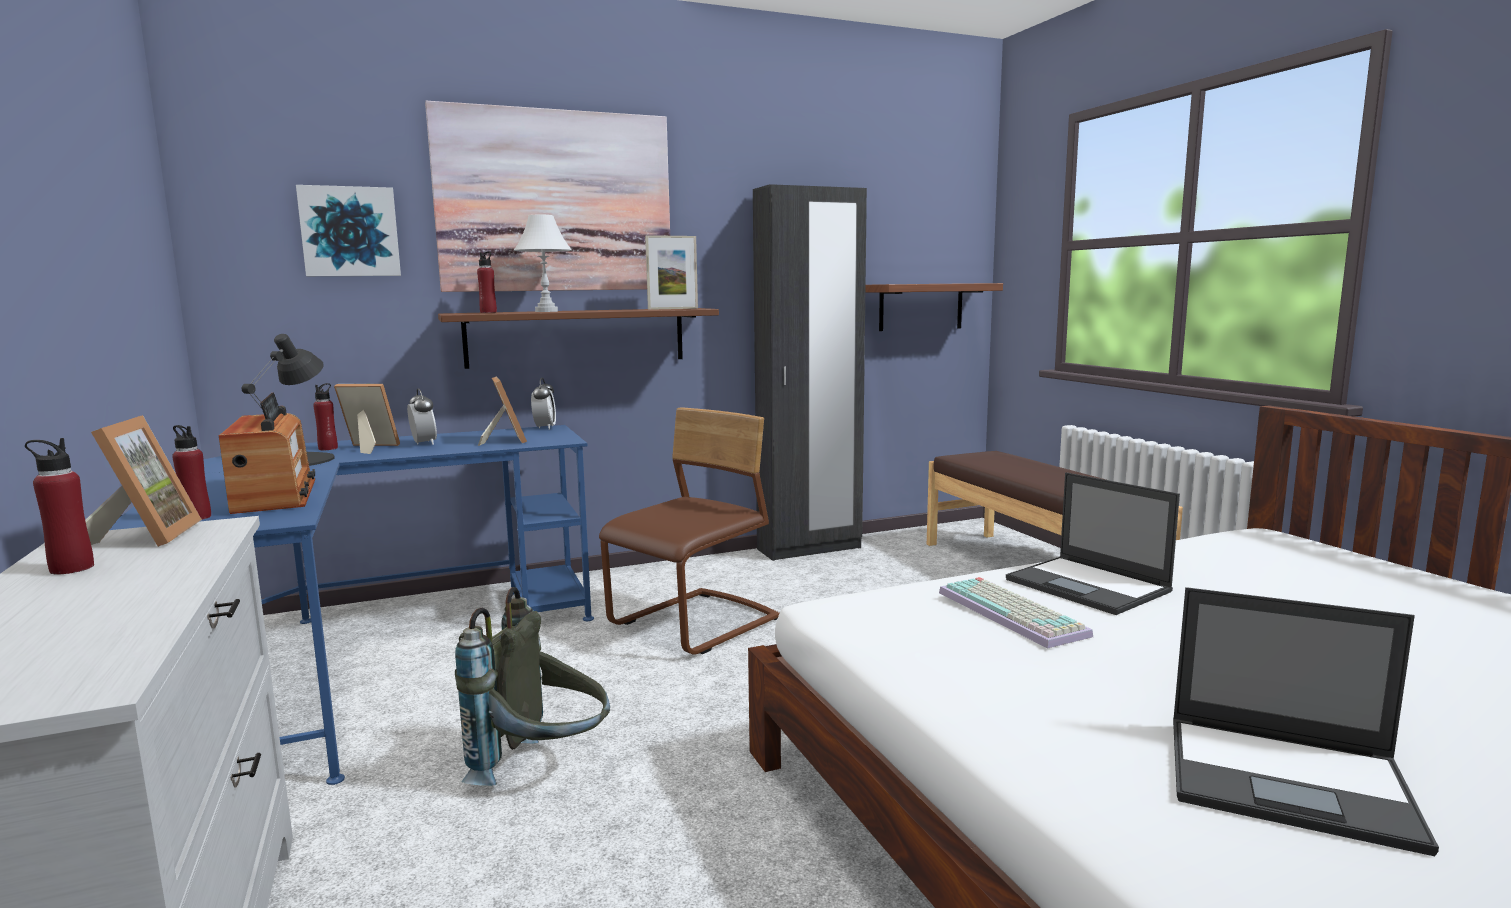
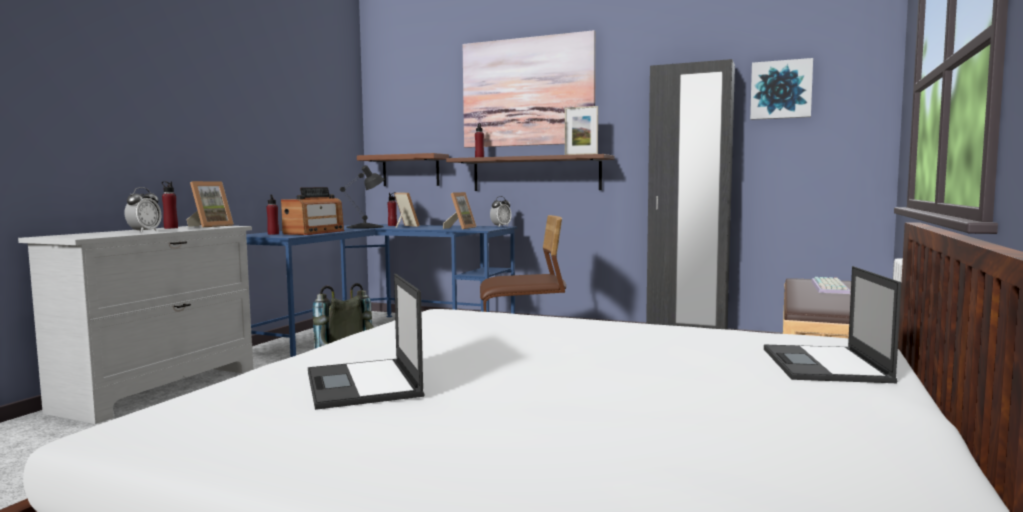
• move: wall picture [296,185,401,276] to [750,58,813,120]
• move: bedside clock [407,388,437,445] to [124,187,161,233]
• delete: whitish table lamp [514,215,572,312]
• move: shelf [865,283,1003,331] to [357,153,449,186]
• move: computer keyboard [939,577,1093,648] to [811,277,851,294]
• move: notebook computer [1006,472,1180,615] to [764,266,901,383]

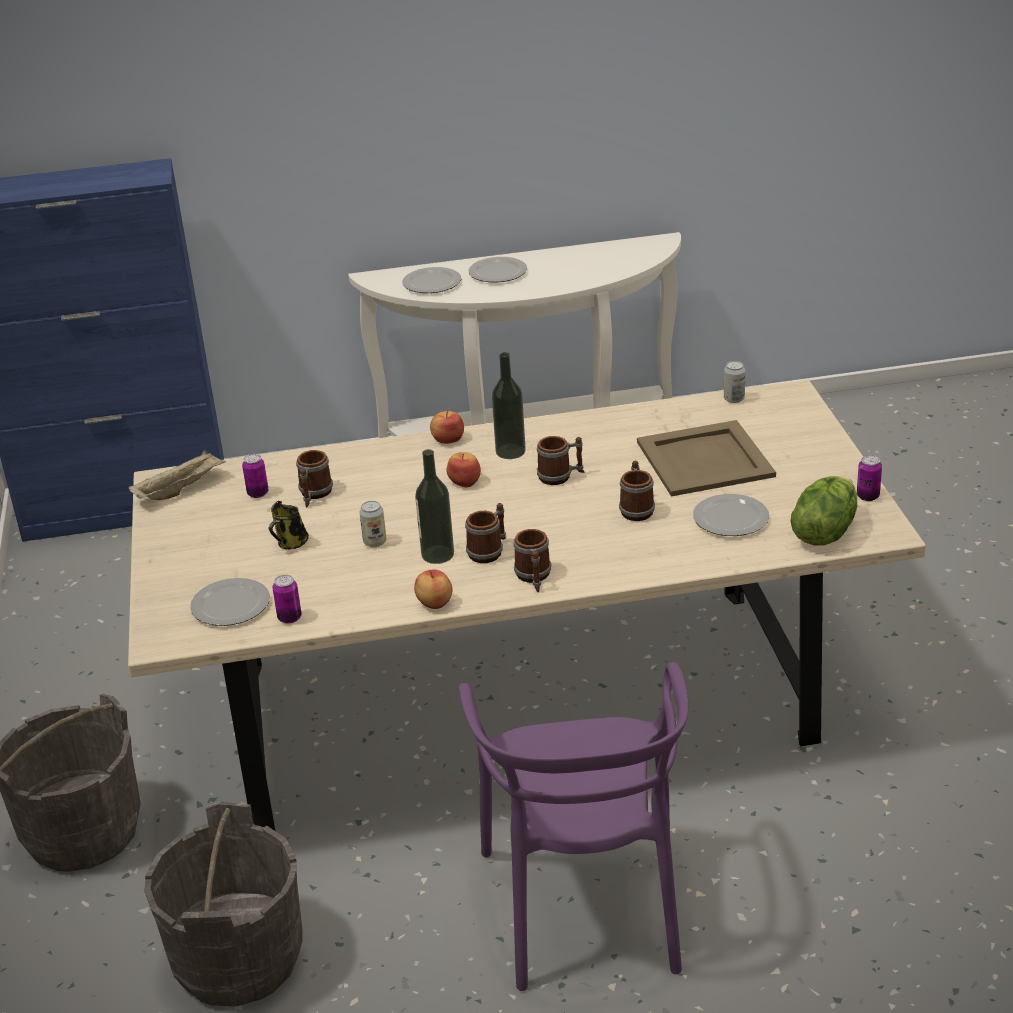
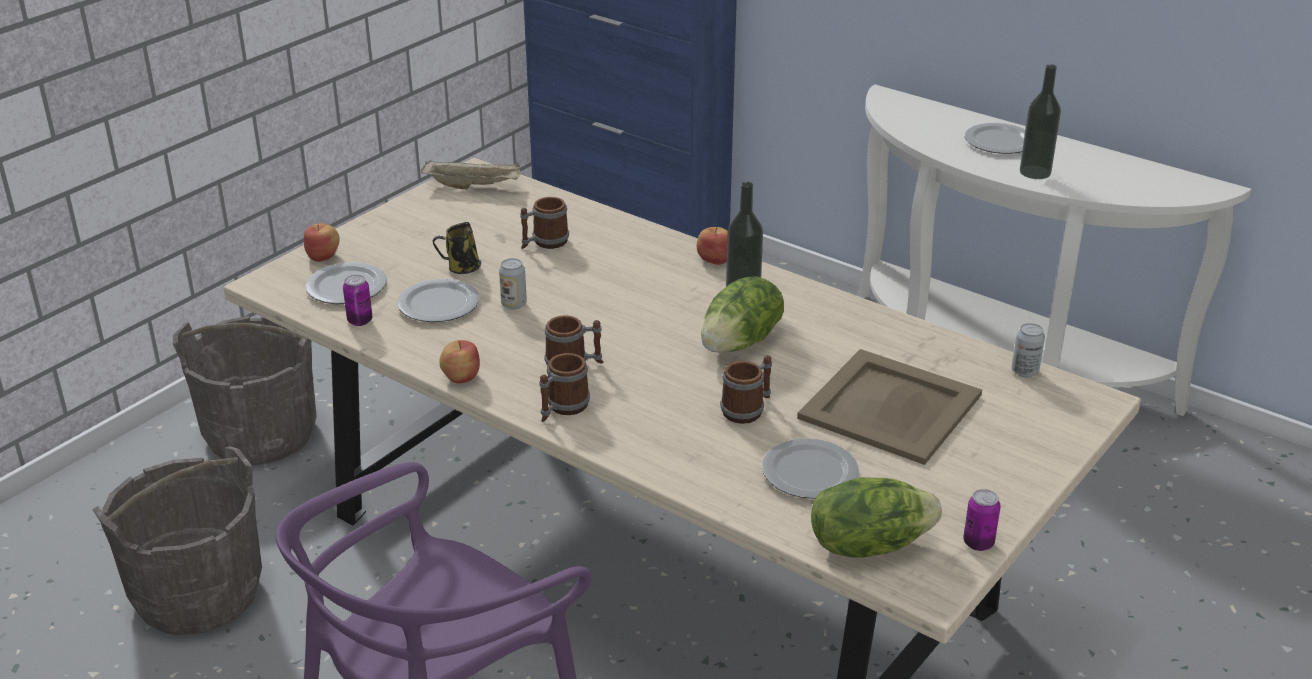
• delete: can [242,454,268,498]
• move: dinner plate [402,267,461,293] to [397,279,480,322]
• move: bottle [415,449,454,564] to [1020,64,1061,179]
• move: whole apple [447,452,481,487] to [304,223,340,262]
• replace: tea mug [537,436,584,485] to lettuce [701,276,784,353]

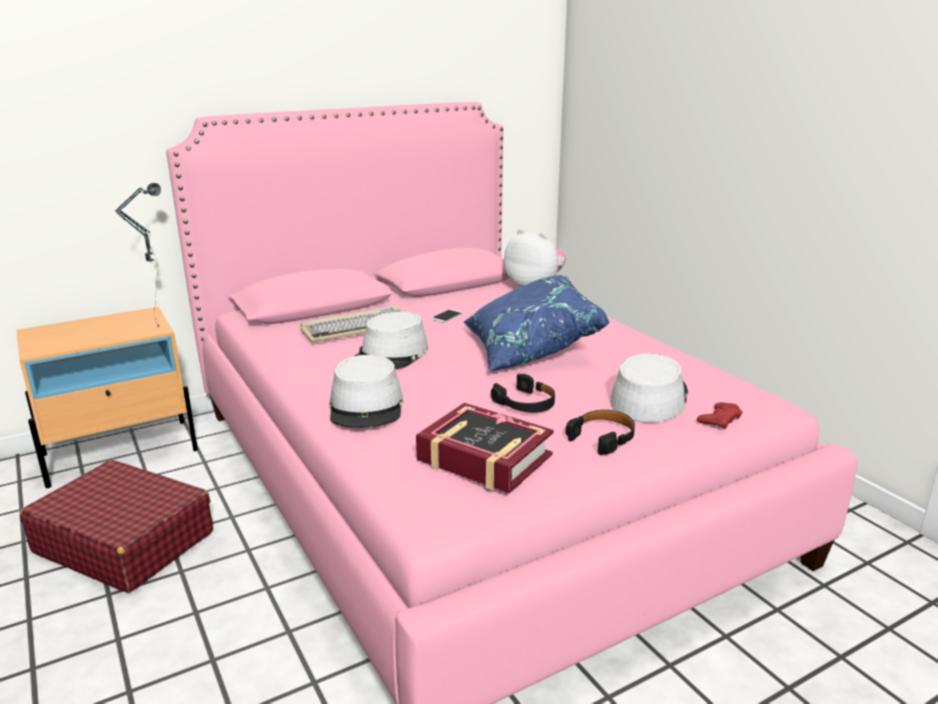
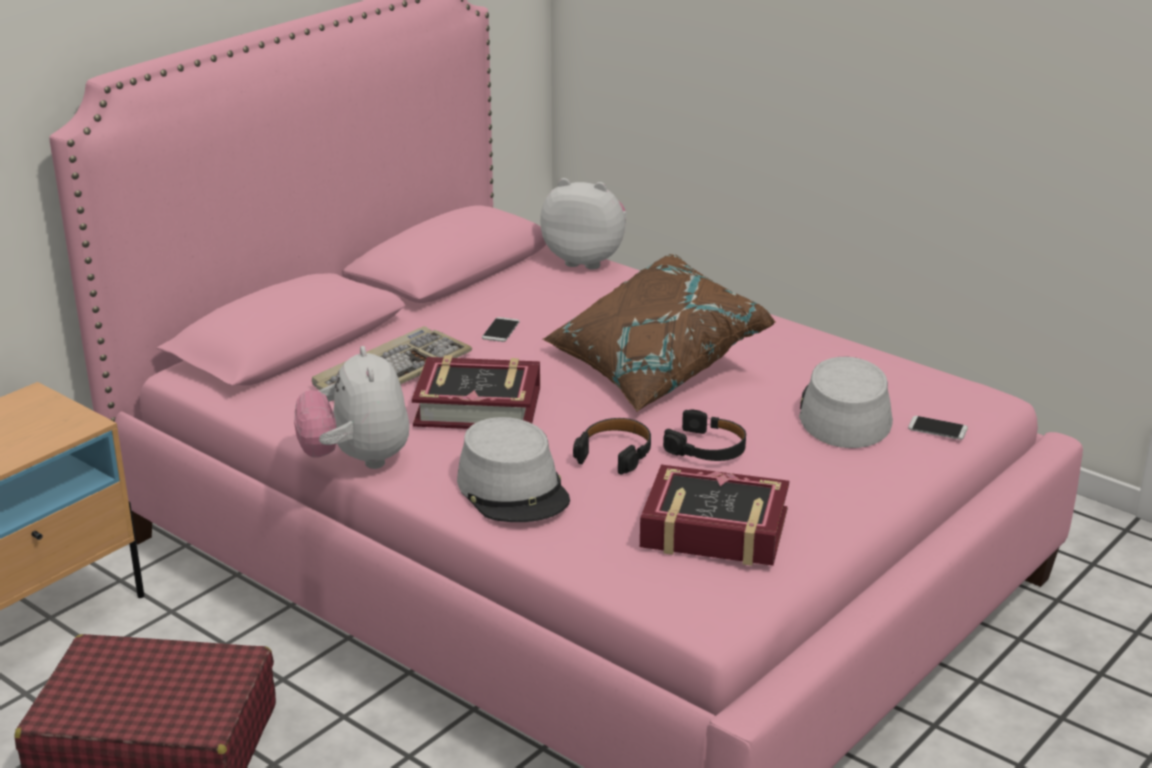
• delete: table lamp [114,183,161,327]
• replace: gray hat [354,311,428,369] to book [412,355,540,429]
• recolor: blue throw pillow [463,275,610,371] to brownish throw pillow [543,254,776,412]
• move: black pair of headphones [566,410,635,455] to [573,418,651,475]
• replace: reddish game controller [697,402,743,430] to telephone [908,416,968,440]
• insert: cuddly toy [294,346,410,469]

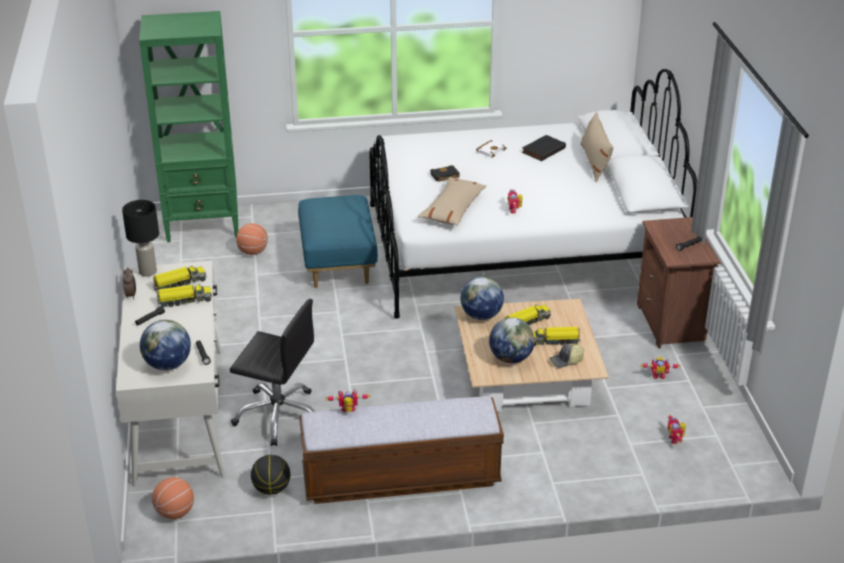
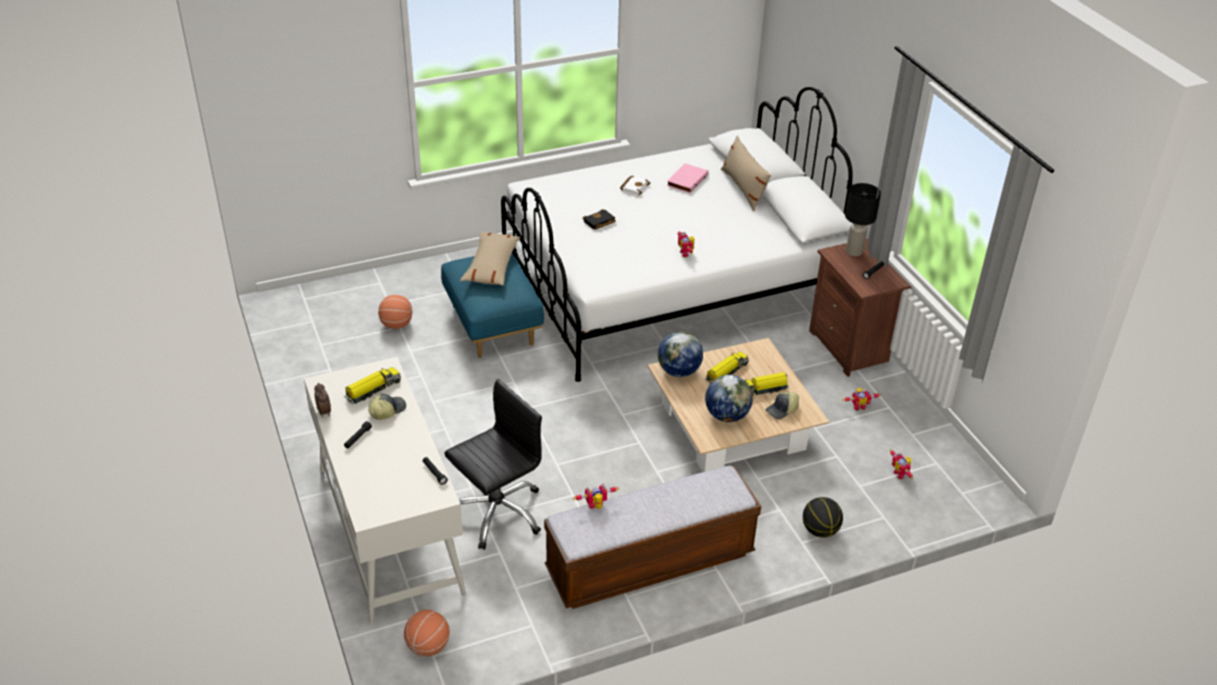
• move: black table lamp [122,200,159,277] to [845,183,881,256]
• delete: green-coloured bookshelf [139,11,239,242]
• delete: desk globe [140,320,191,370]
• replace: model truck [157,285,212,307] to cap [368,394,406,420]
• rotate: black desk chair [230,299,315,446] = [445,379,542,550] 45 degrees counterclockwise
• move: ball for basketball [251,455,290,495] to [803,497,843,537]
• move: sand-coloured throw pillow [418,177,487,226] to [460,232,521,286]
• recolor: black book [522,135,566,161] to pink book [667,163,708,194]

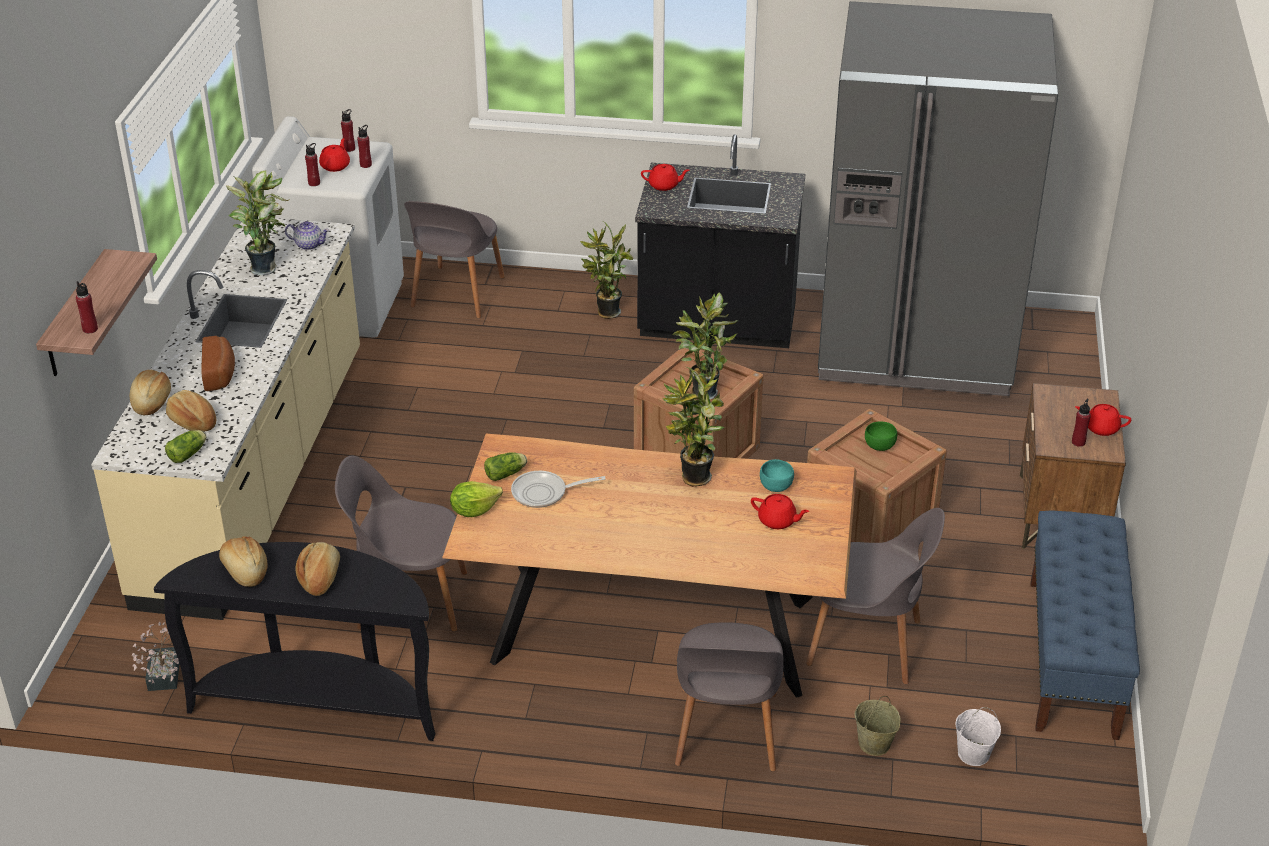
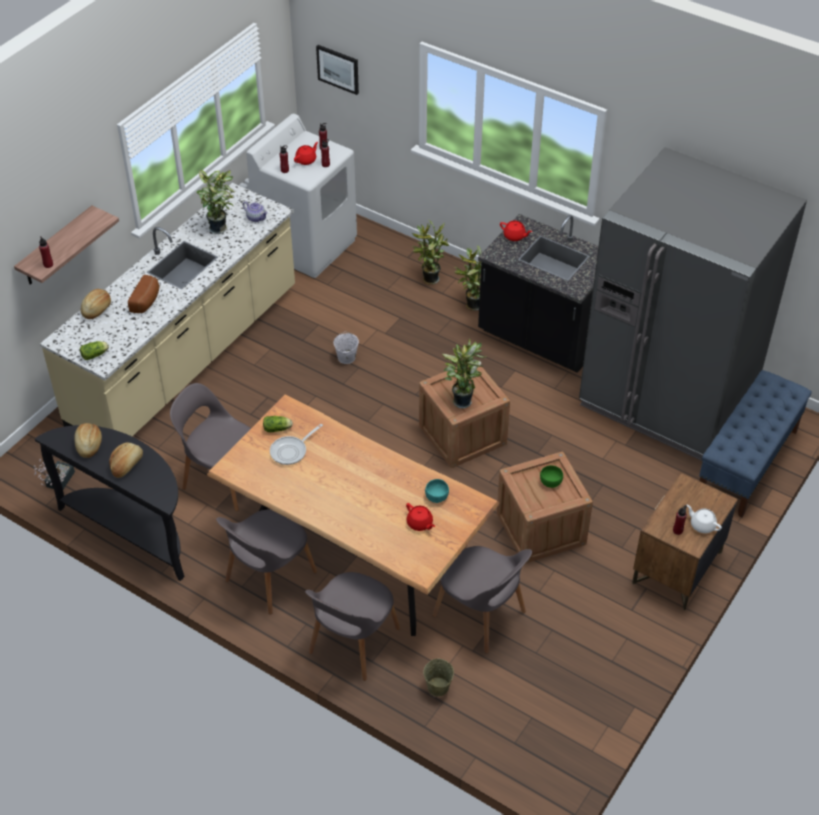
• delete: baked bread [166,390,216,432]
• move: gray plain chair [404,201,505,318] to [216,509,317,615]
• delete: lettuce [450,481,503,517]
• rotate: pan [511,471,606,508] = [270,424,323,465] 60 degrees counterclockwise
• move: plant in a pot [663,363,725,487] to [412,220,449,285]
• move: whitish pail [955,707,1001,766] to [333,331,359,364]
• move: blue indoor bench [1030,511,1140,740] to [699,370,812,518]
• recolor: reddish tea pot [1075,404,1131,436] to whitish tea pot [687,504,722,533]
• insert: wall picture [316,45,359,95]

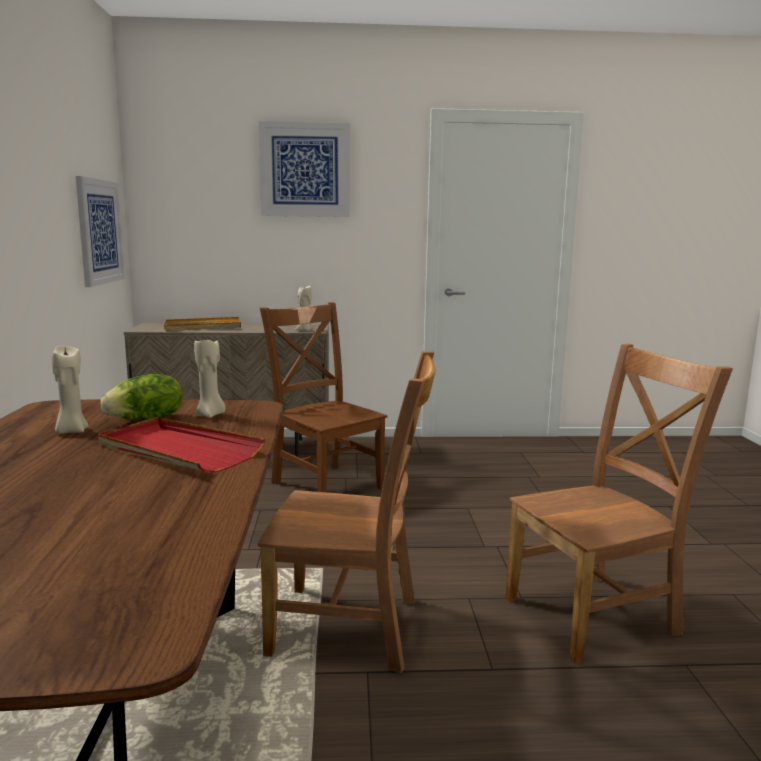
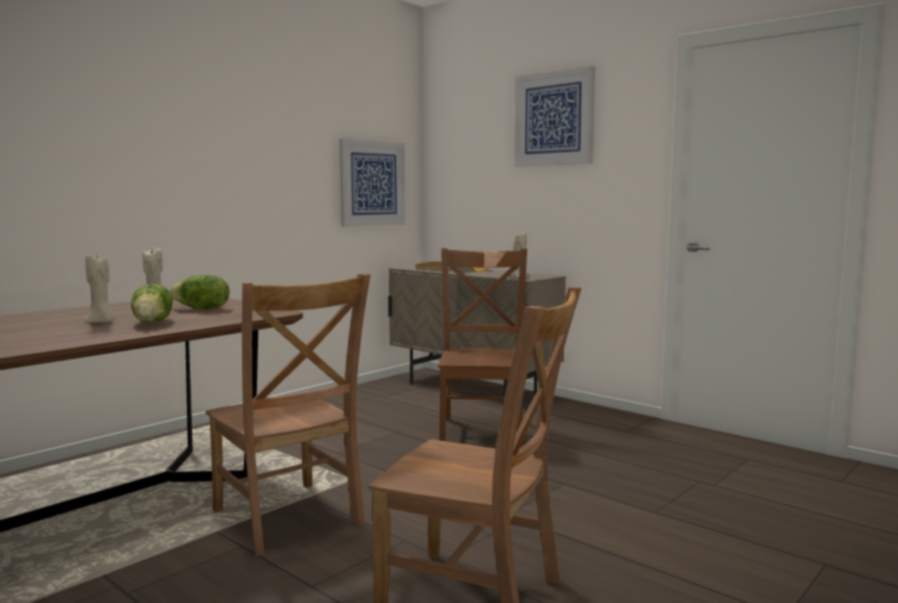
• replace: reddish serving tray [98,417,266,472] to lettuce [131,283,173,323]
• move: sand-coloured wax light [194,338,225,418] to [85,254,115,323]

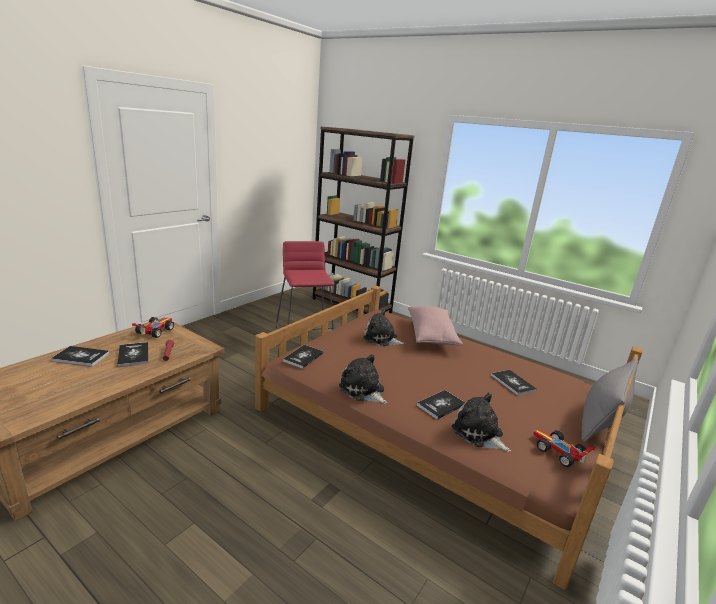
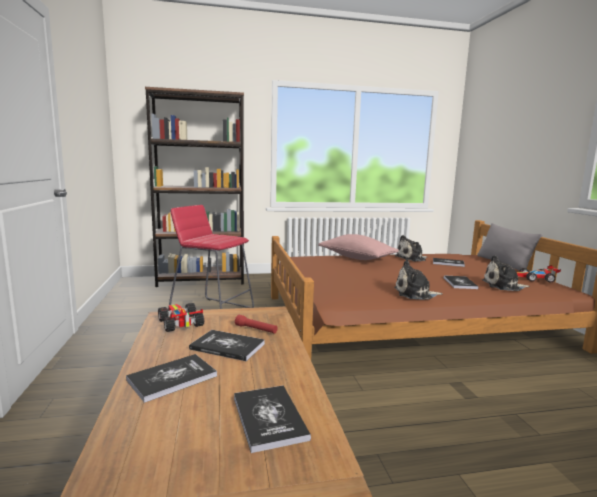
• move: book [283,345,324,369] to [234,385,311,453]
• move: cuddly toy [363,309,406,346] to [395,235,427,262]

